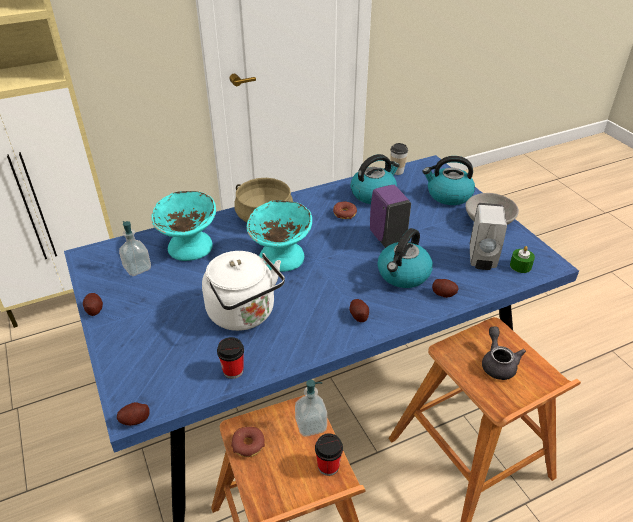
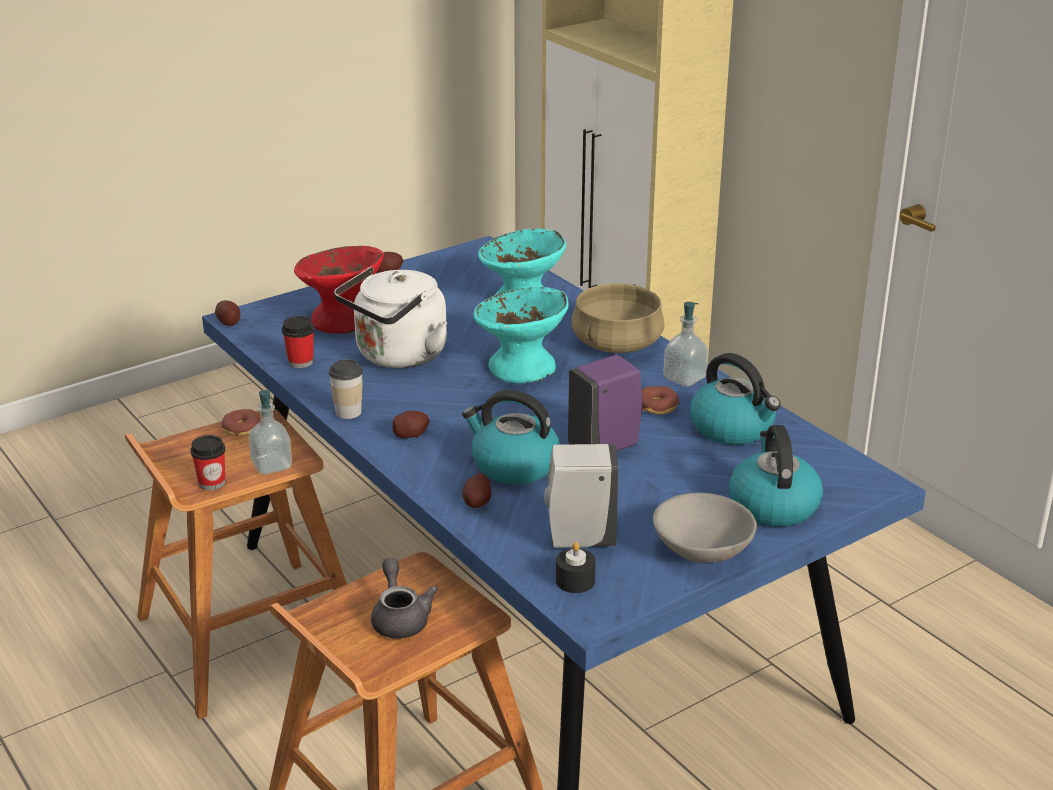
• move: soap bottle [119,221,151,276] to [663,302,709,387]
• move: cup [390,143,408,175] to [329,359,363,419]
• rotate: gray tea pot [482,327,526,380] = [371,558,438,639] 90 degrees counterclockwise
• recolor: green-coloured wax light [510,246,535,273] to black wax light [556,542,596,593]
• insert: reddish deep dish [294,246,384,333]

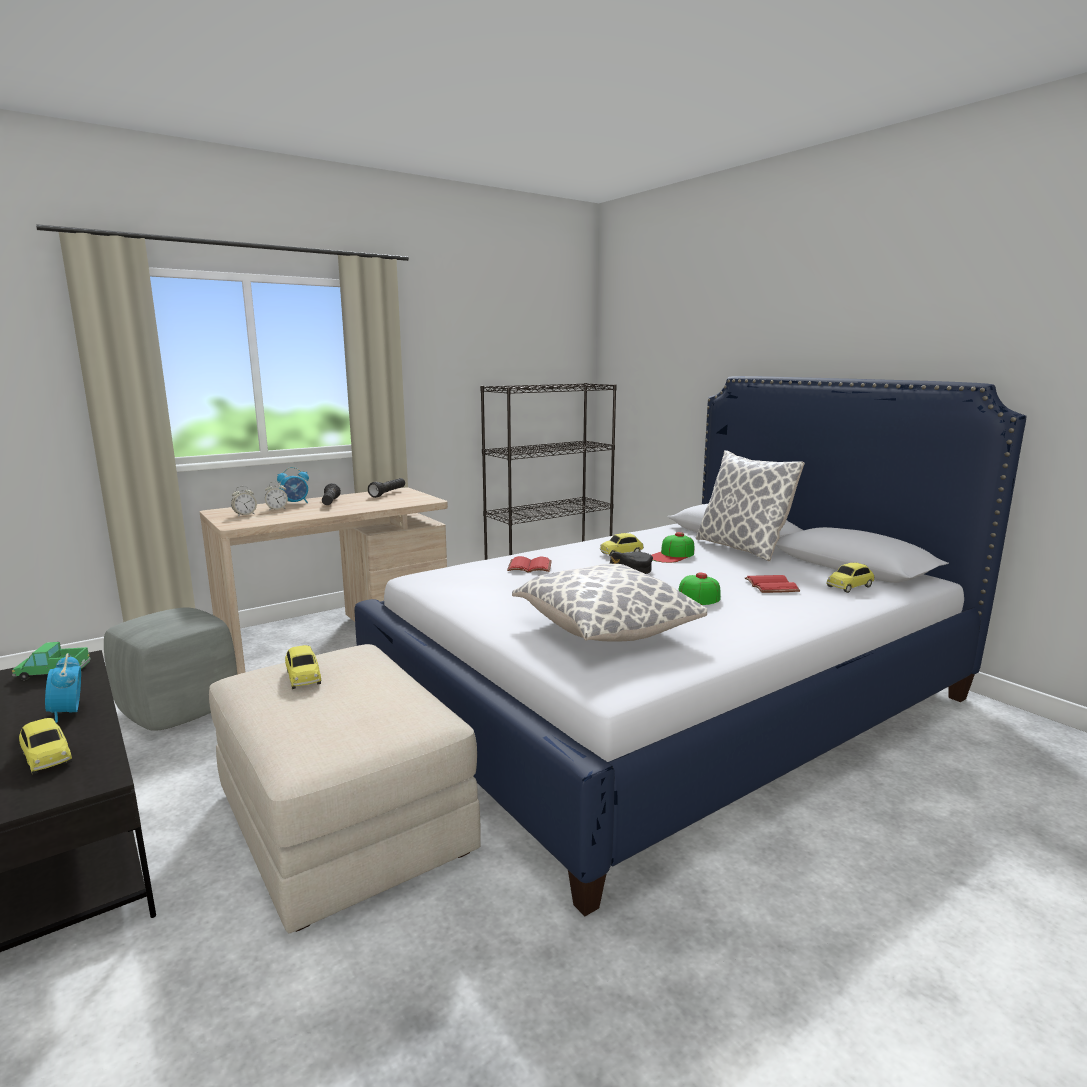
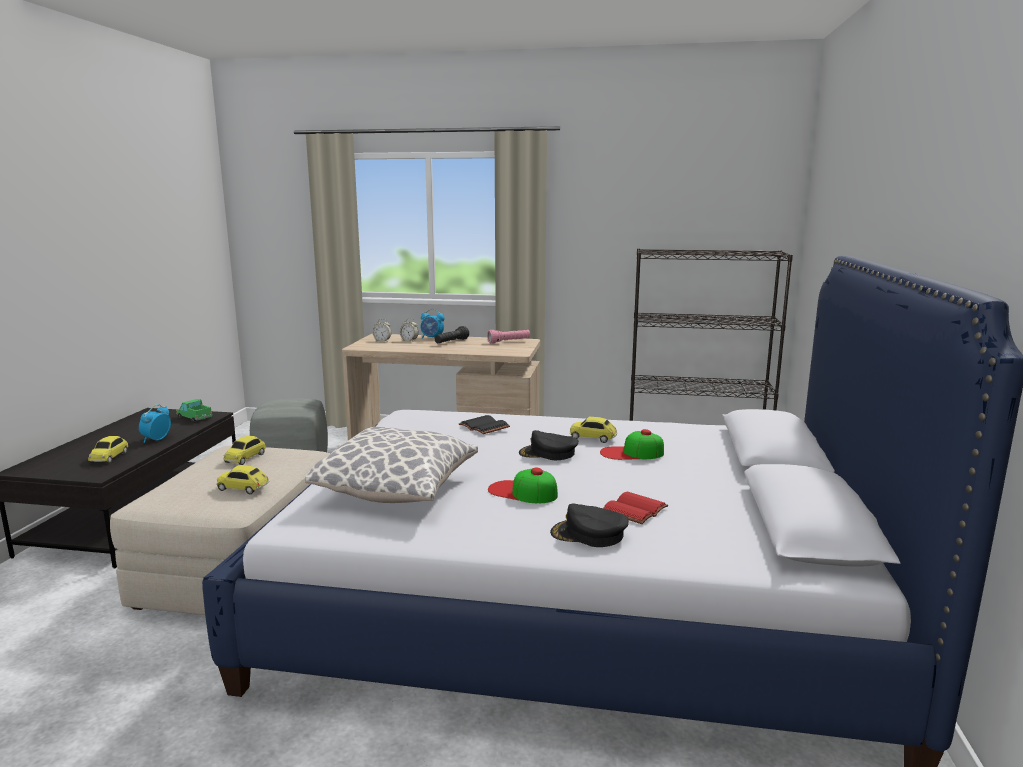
• recolor: black hand torch [368,478,405,498] to pink hand torch [487,330,530,344]
• recolor: reddish book [507,556,552,573] to black book [459,415,510,434]
• delete: throw pillow [696,450,805,561]
• move: toy car [826,563,875,593] to [216,465,269,494]
• insert: black cap [550,504,629,547]

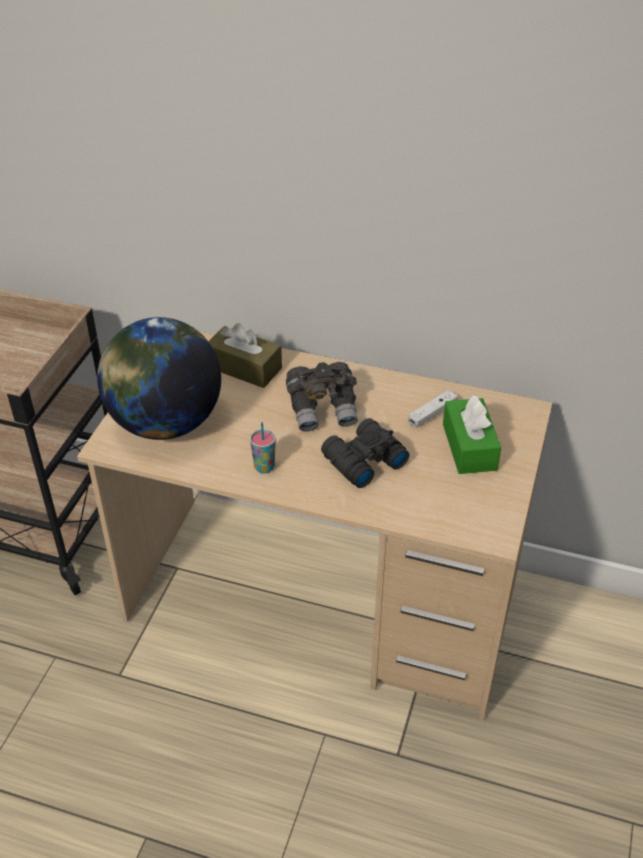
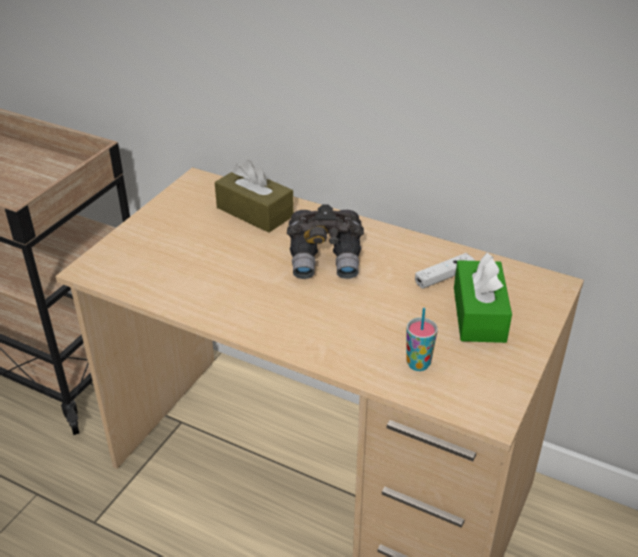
• delete: desk globe [97,317,221,440]
• move: cup [250,422,276,474] to [406,308,438,371]
• delete: black pair of binoculars [321,418,409,488]

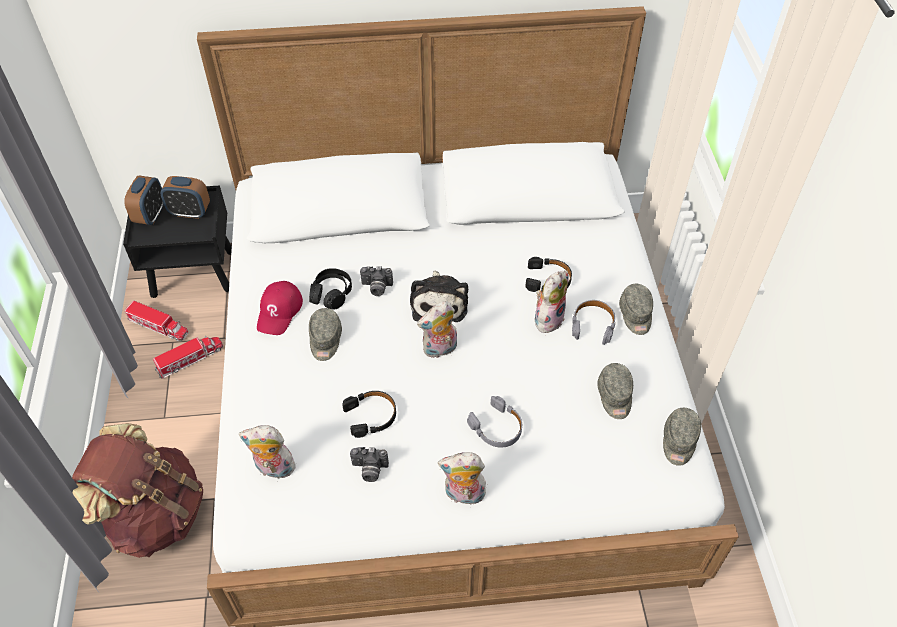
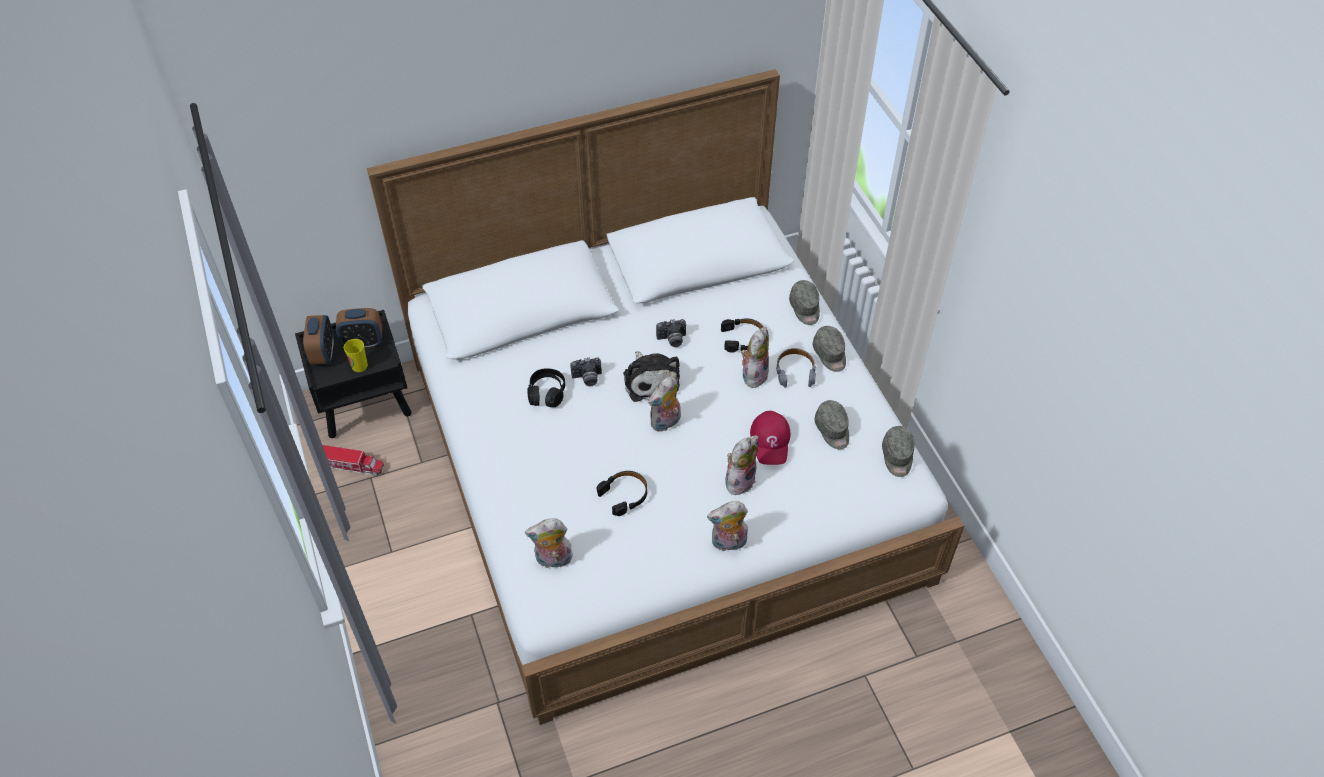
• delete: brownish rucksack [72,423,203,558]
• delete: model truck [153,336,223,379]
• move: reddish cap [257,281,303,335] to [750,411,791,465]
• move: gray cap [309,308,342,361] to [789,280,820,325]
• move: still camera [350,447,389,482] to [656,319,686,347]
• replace: gray pair of headphones [467,396,522,448] to cuddly toy [725,435,758,495]
• insert: cup [344,339,368,372]

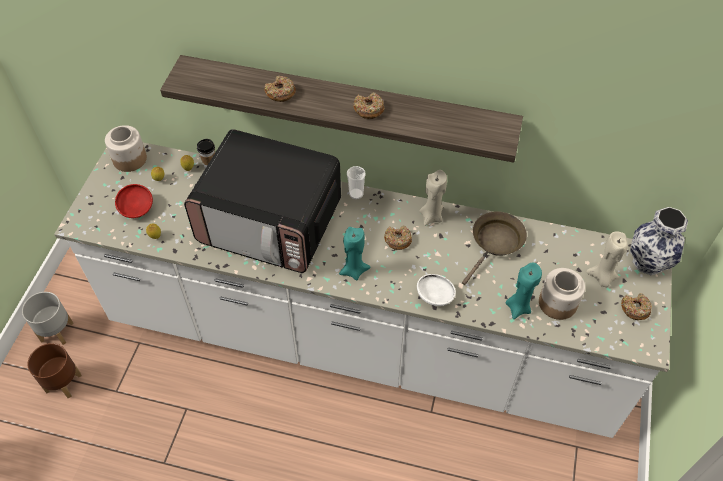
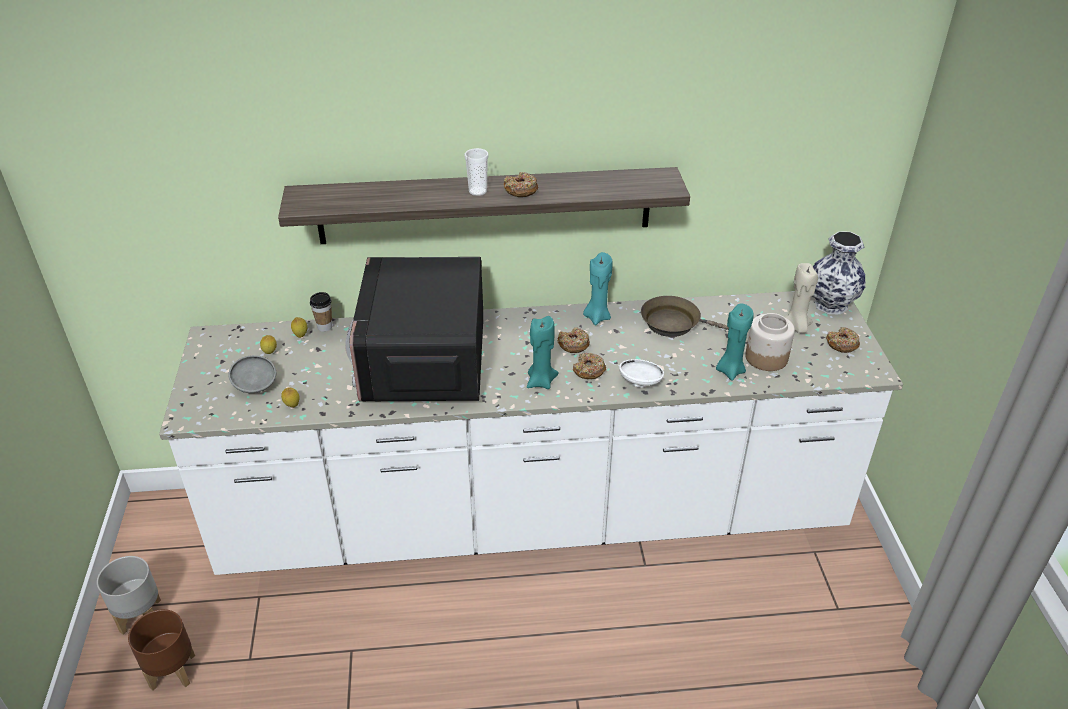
• delete: jar [105,125,147,172]
• recolor: reddish deep dish [115,184,153,218] to gray deep dish [228,355,276,393]
• rotate: microwave oven [184,129,341,273] = [345,257,483,401] 90 degrees clockwise
• move: ring doughnut [264,75,296,102] to [572,353,606,379]
• move: cup [347,166,366,199] to [464,148,488,196]
• recolor: sand-coloured wax light [420,170,447,226] to blue-green wax light [583,252,613,325]
• rotate: brownish pan [462,211,527,285] = [641,296,729,337] 90 degrees counterclockwise

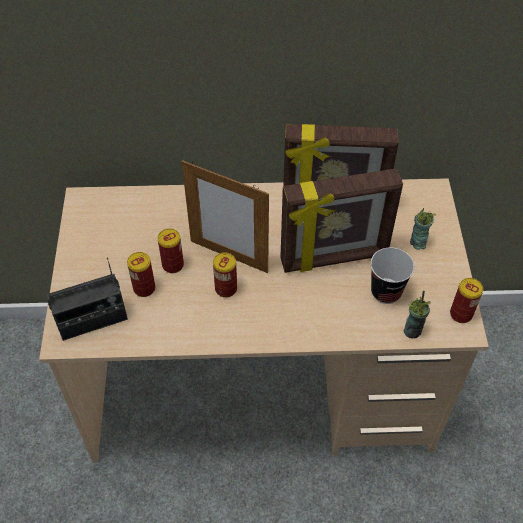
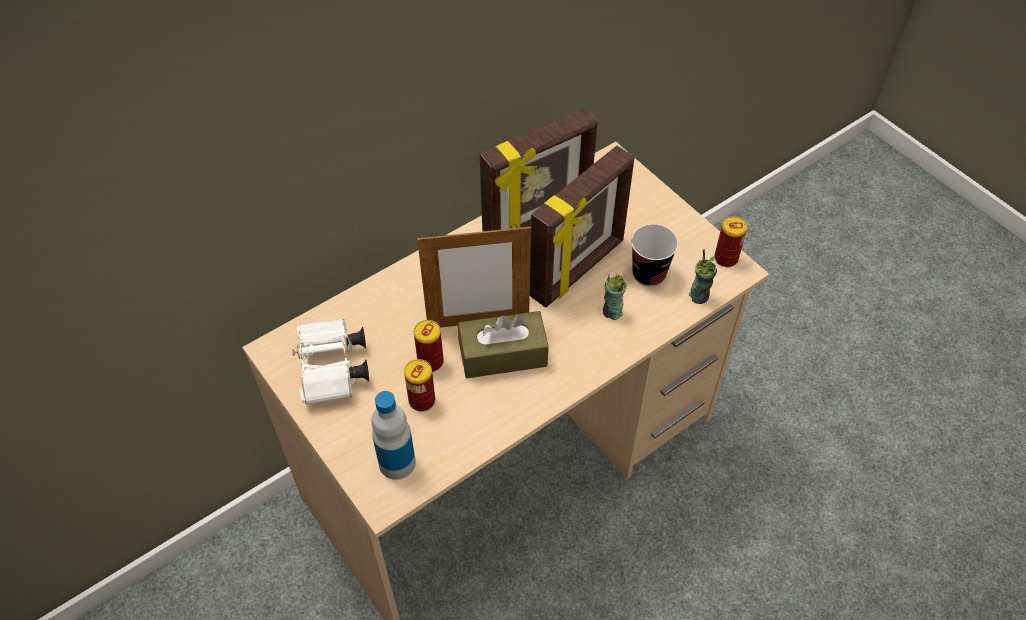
• replace: radio set [47,258,128,341] to bottle [371,391,416,480]
• replace: can [213,252,237,298] to brownish tissue box [458,311,549,378]
• move: cup [410,208,436,250] to [603,274,627,320]
• insert: whitish pair of binoculars [292,319,369,405]

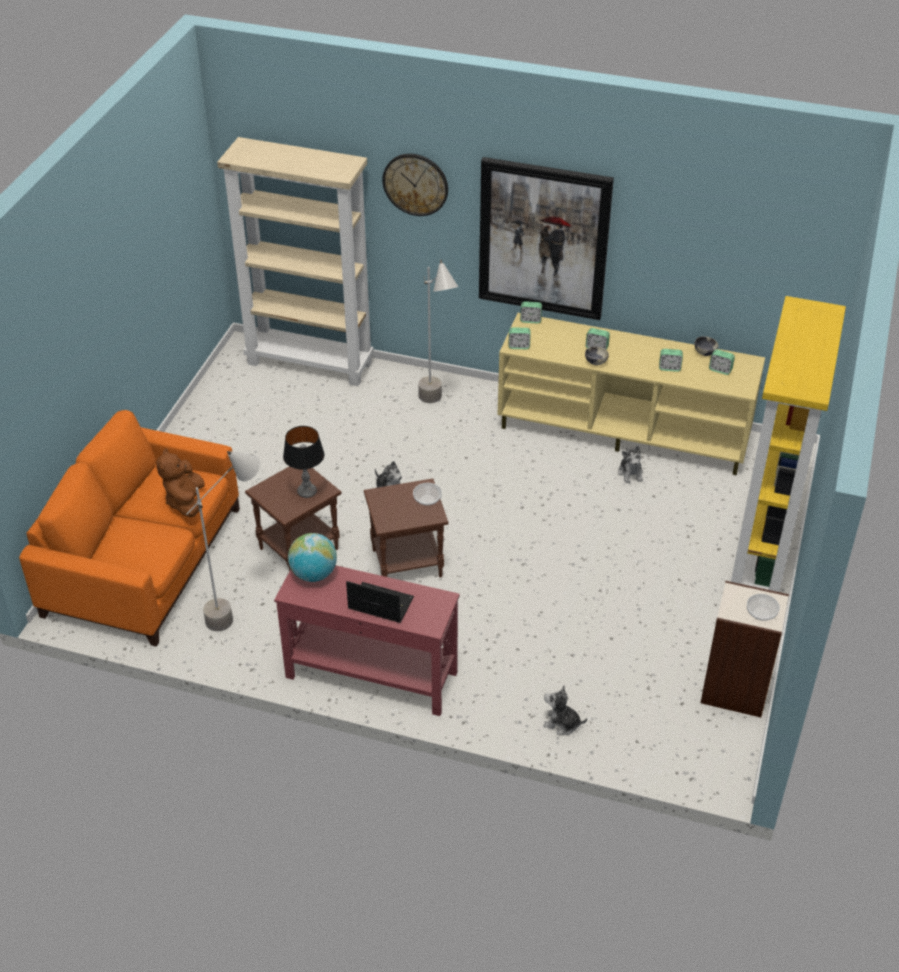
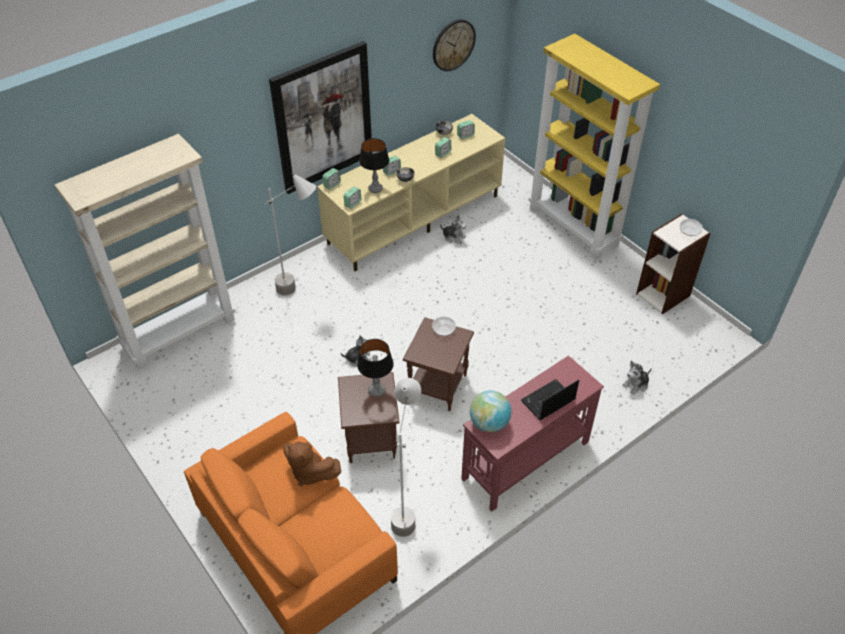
• move: hanging clock [382,154,448,216] to [433,19,476,71]
• insert: table lamp [359,138,389,193]

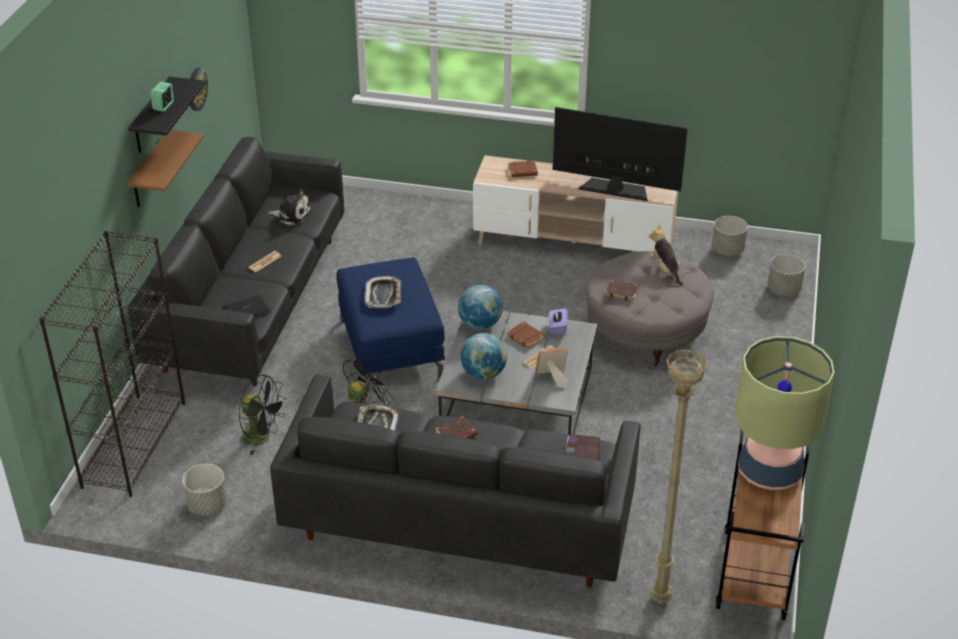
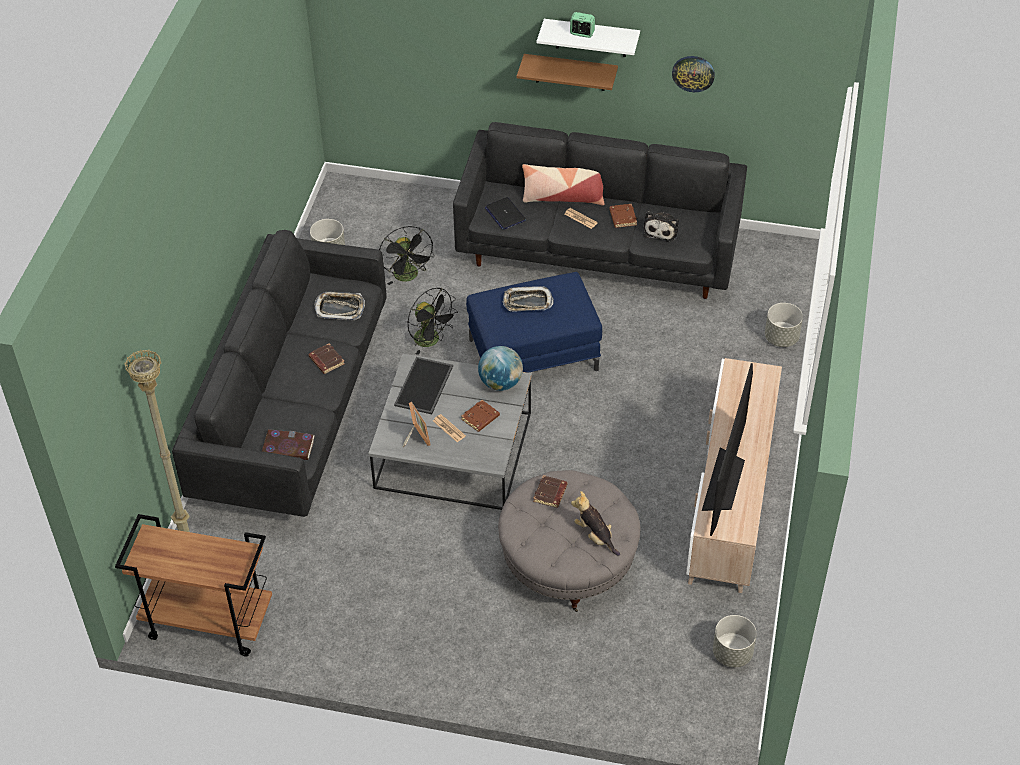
• delete: black bookshelf [39,231,185,497]
• recolor: black shelf [128,77,206,153] to whitish shelf [537,19,640,57]
• rotate: black fan [239,375,287,455] = [379,226,434,285] 45 degrees counterclockwise
• replace: desk globe [460,333,507,380] to serving tray [394,357,453,414]
• move: brownish book [508,160,538,177] to [609,204,637,228]
• delete: purple tissue box [549,308,568,335]
• rotate: cuddly toy [649,224,683,286] = [571,491,620,556] 105 degrees counterclockwise
• delete: table lamp [735,336,834,490]
• move: gray plant pot [768,254,806,296] to [765,303,803,347]
• insert: throw pillow [522,164,604,205]

